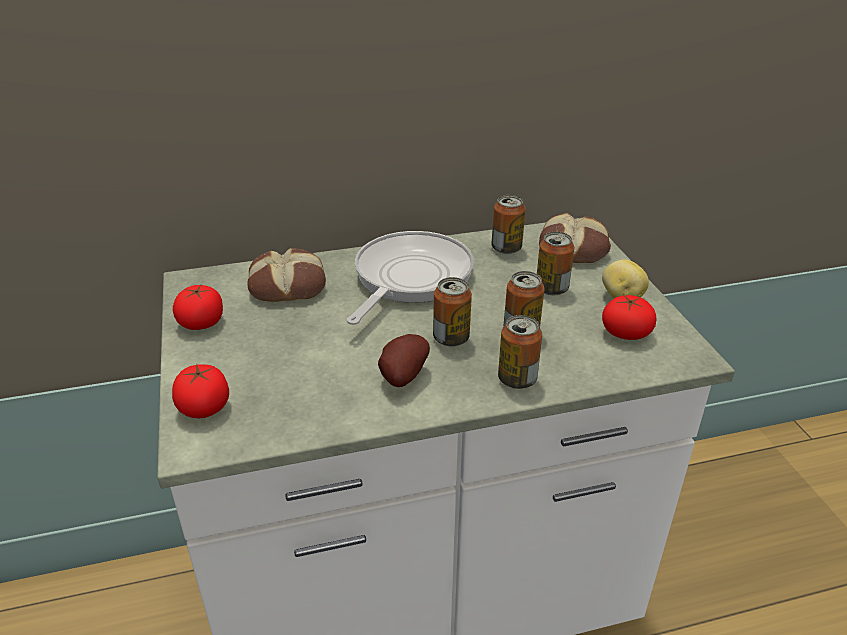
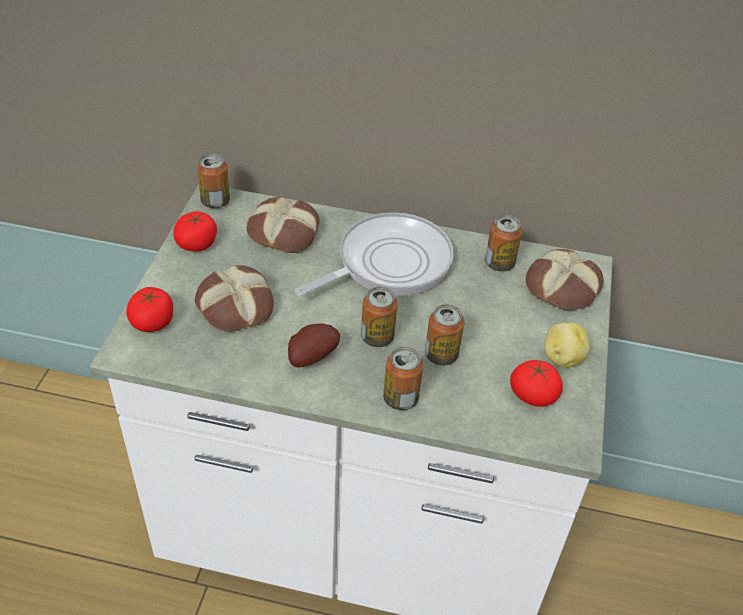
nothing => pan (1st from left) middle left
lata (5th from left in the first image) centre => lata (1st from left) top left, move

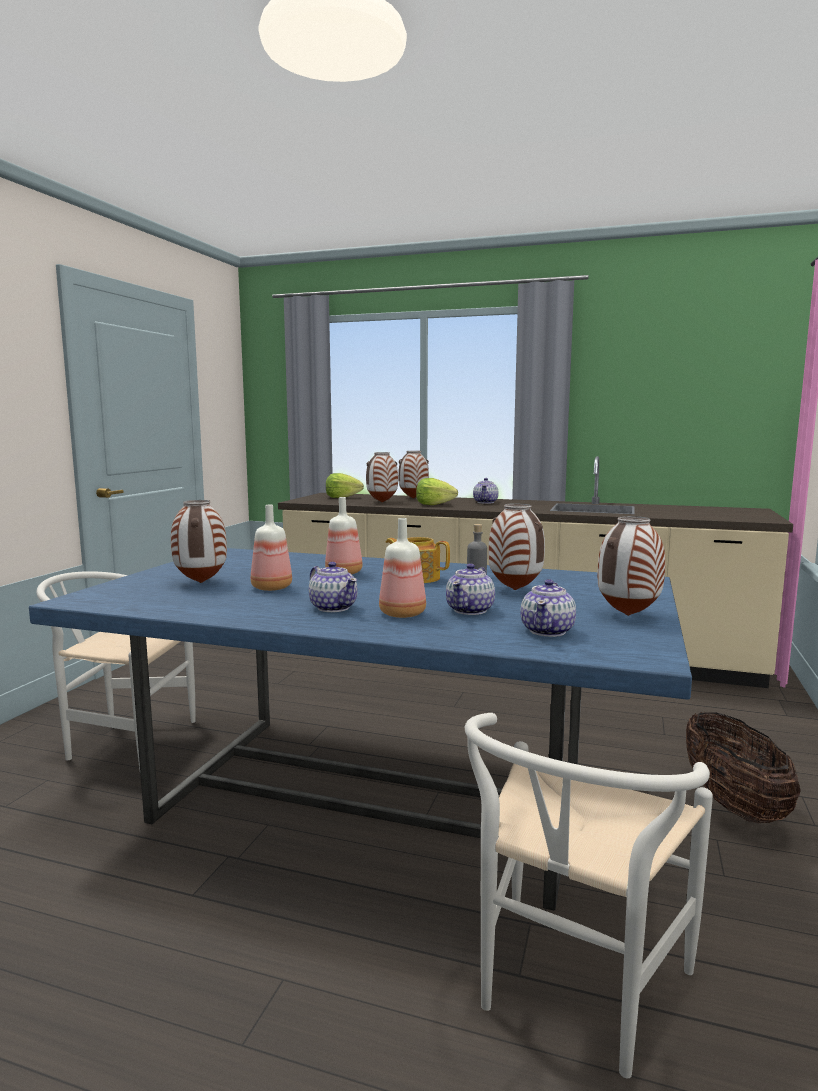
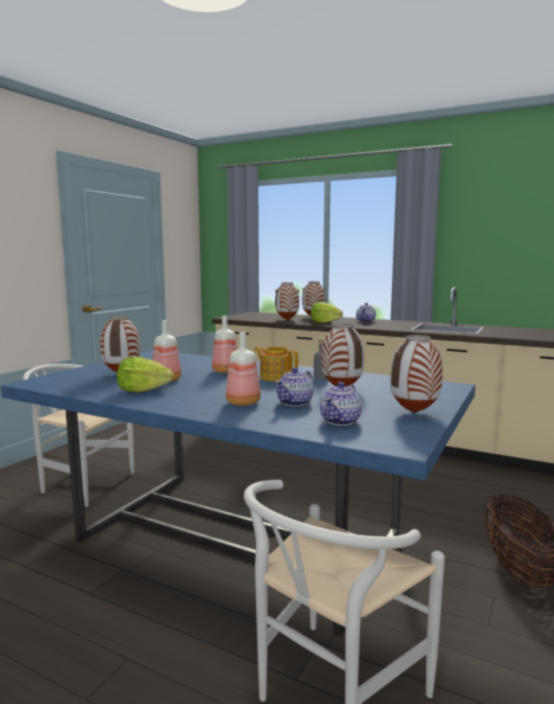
lechuga (1st from left) centre => lechuga (1st from left) middle left, move
tetera (1st from left) centre => nothing

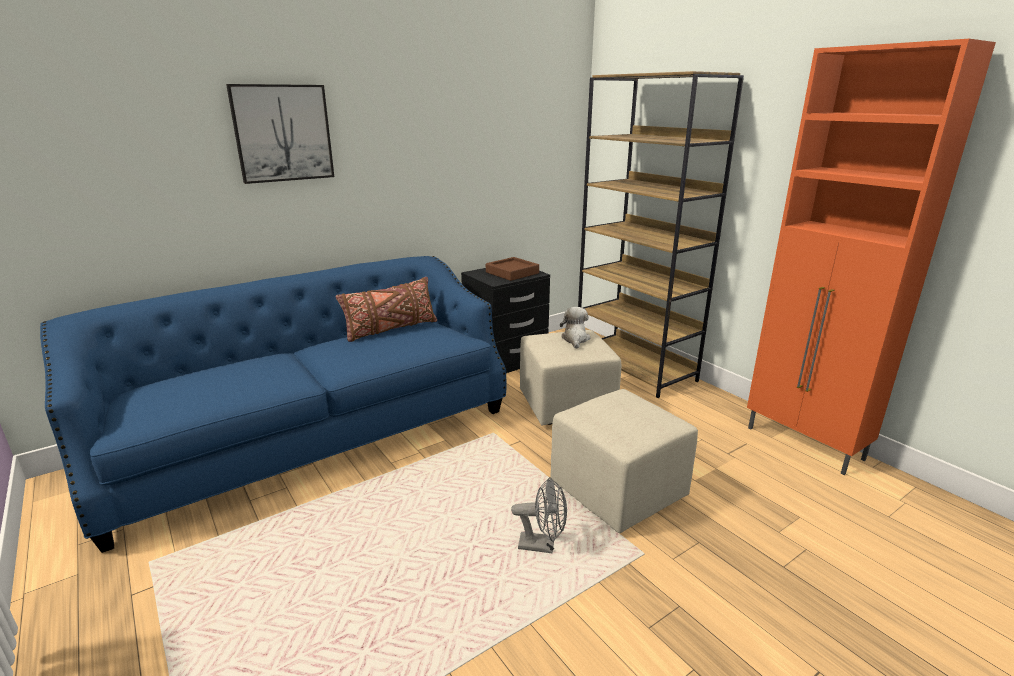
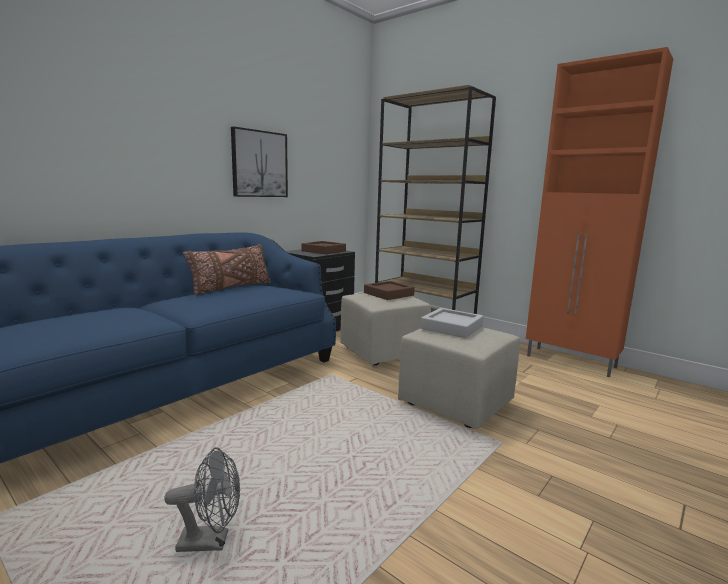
ventilador [gris] bottom centre => ventilador [gris] bottom left, move
cuadro top left => cuadro top centre, move
peluche centre => bandeja [marrón] (2nd from left) centre
nothing => bandeja [gris] centre

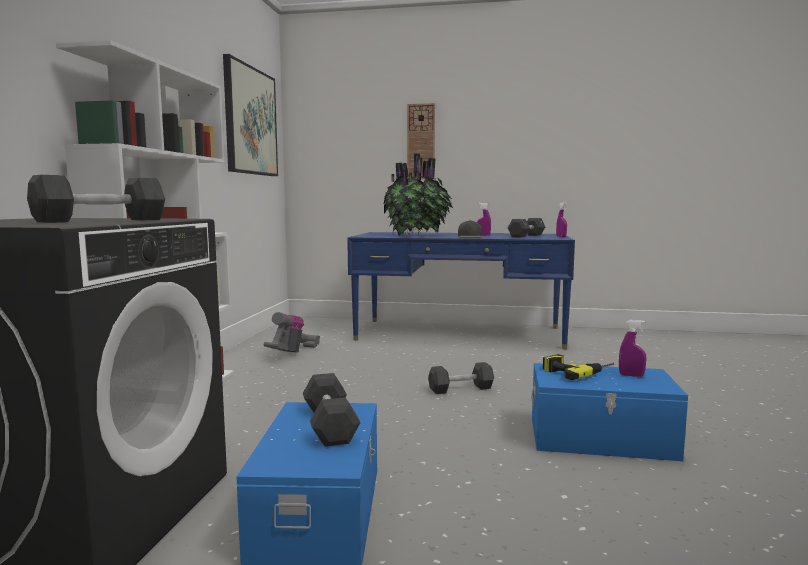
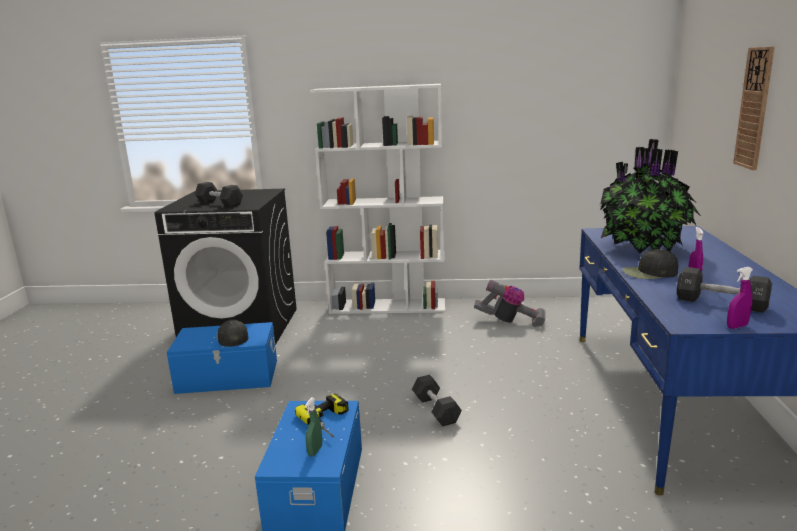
mancuerna [negro] (2nd from left) bottom centre => gorra [negro] (1st from left) middle left
pulverizador [morado] (3rd from left) middle right => pulverizador [verde] bottom centre
cuadro top left => nothing

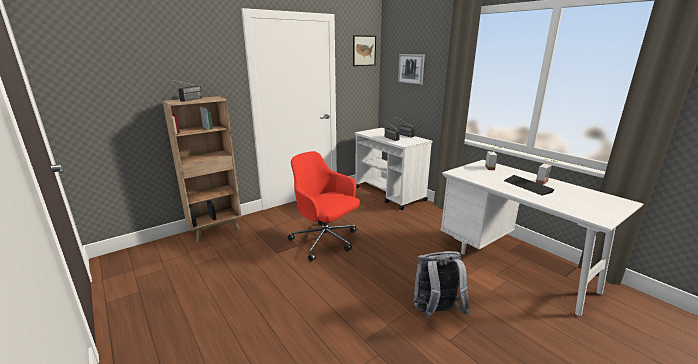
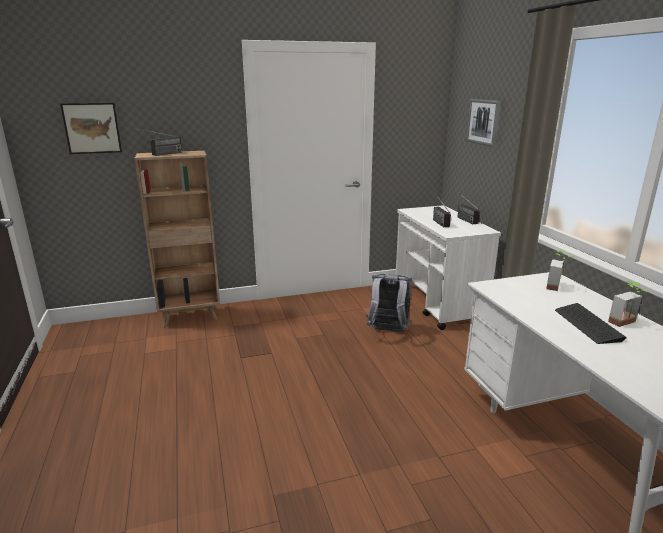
cuadro (1st from left) top centre => cuadro (1st from left) top left, move
mochila [gris] bottom centre => mochila [gris] centre, move
silla de oficina [rojo] centre => nothing

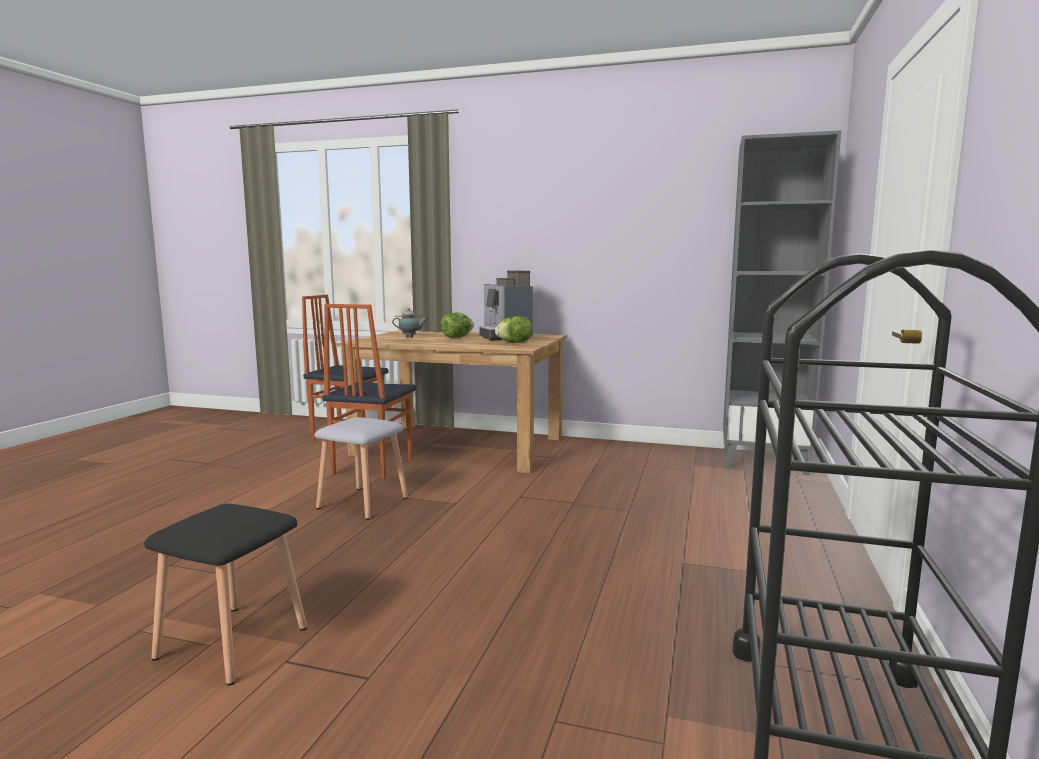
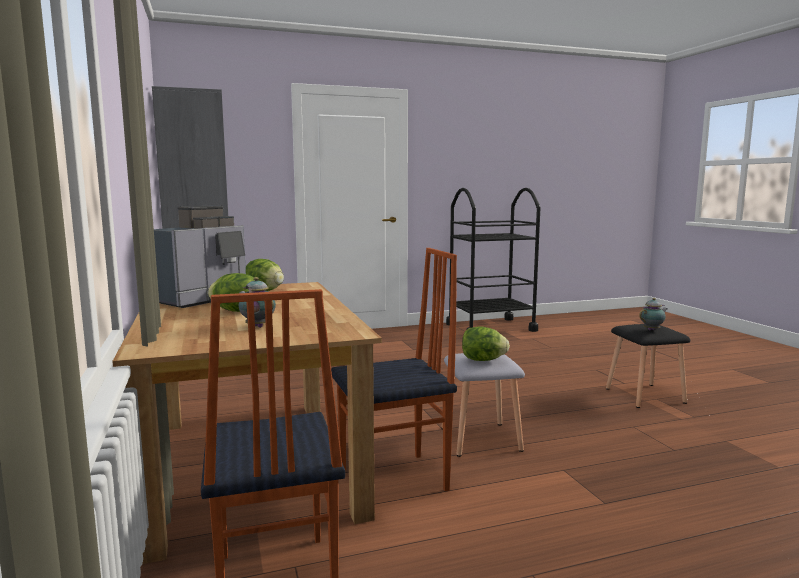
nothing => lechuga (3rd from left) centre
nothing => tetera (2nd from left) middle right

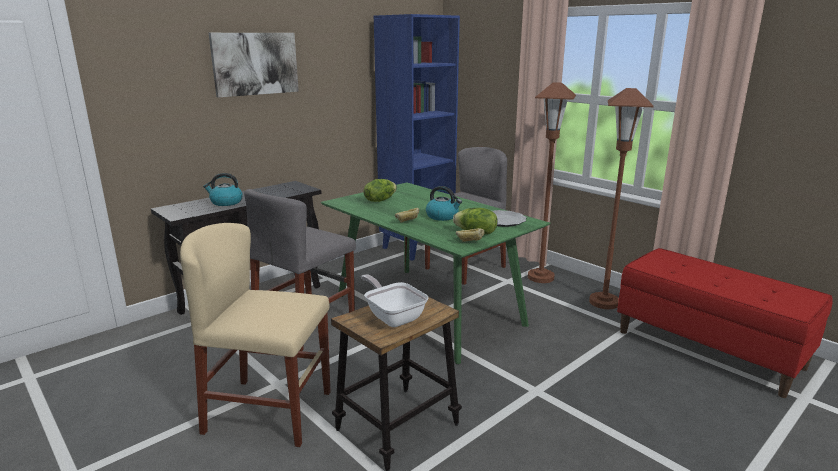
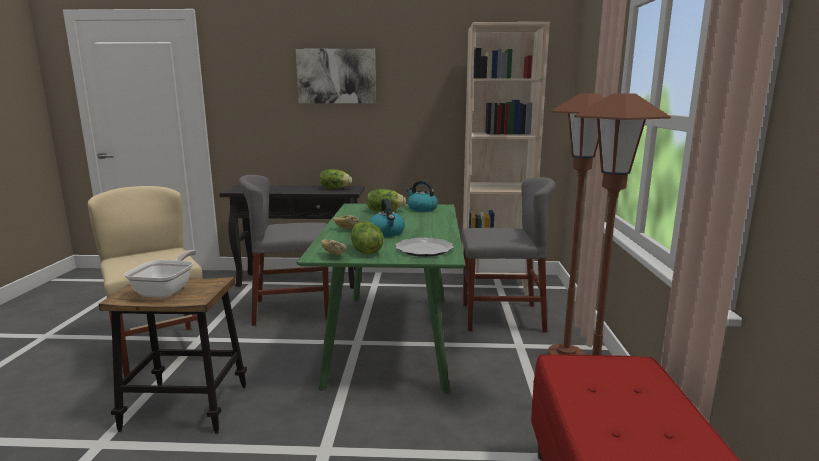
nothing => lechuga (1st from left) centre
hervidor (1st from left in the first image) middle left => hervidor (2nd from left) centre, move
estantería [azul] top centre => estantería [beis] centre

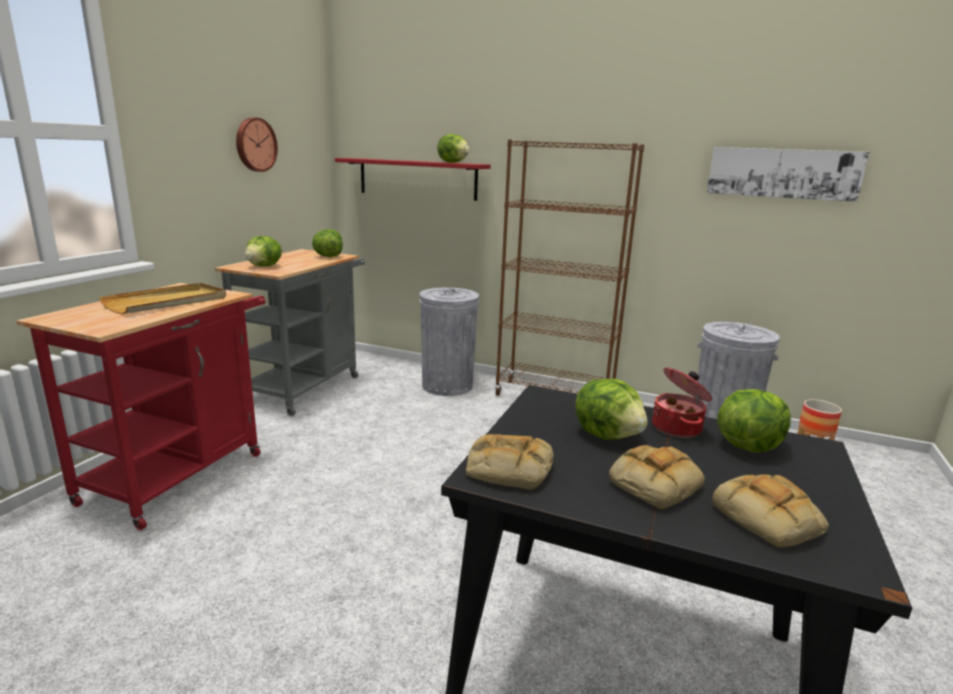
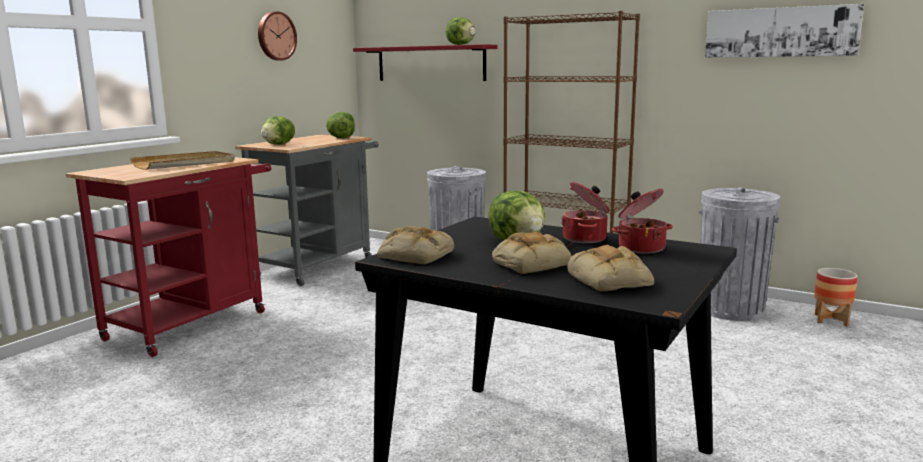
lechuga (5th from left) middle right => olla (2nd from left) middle right

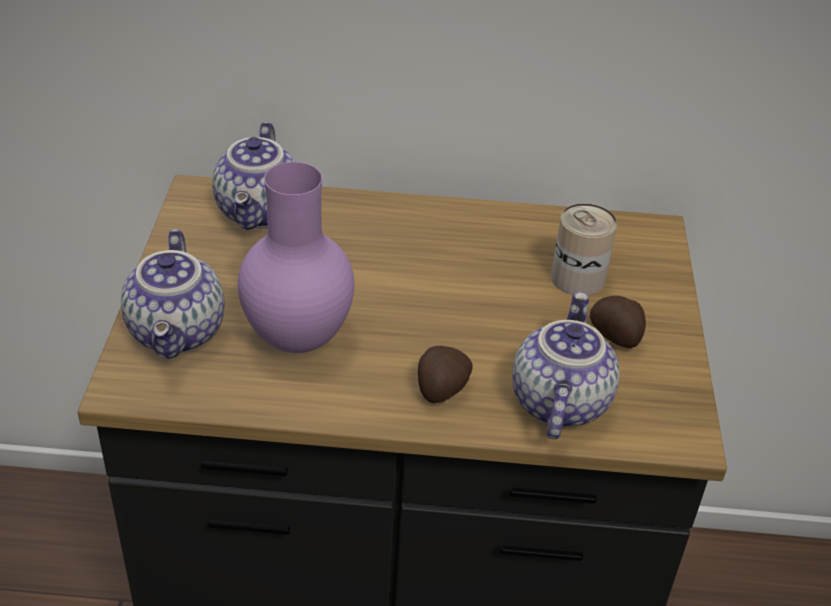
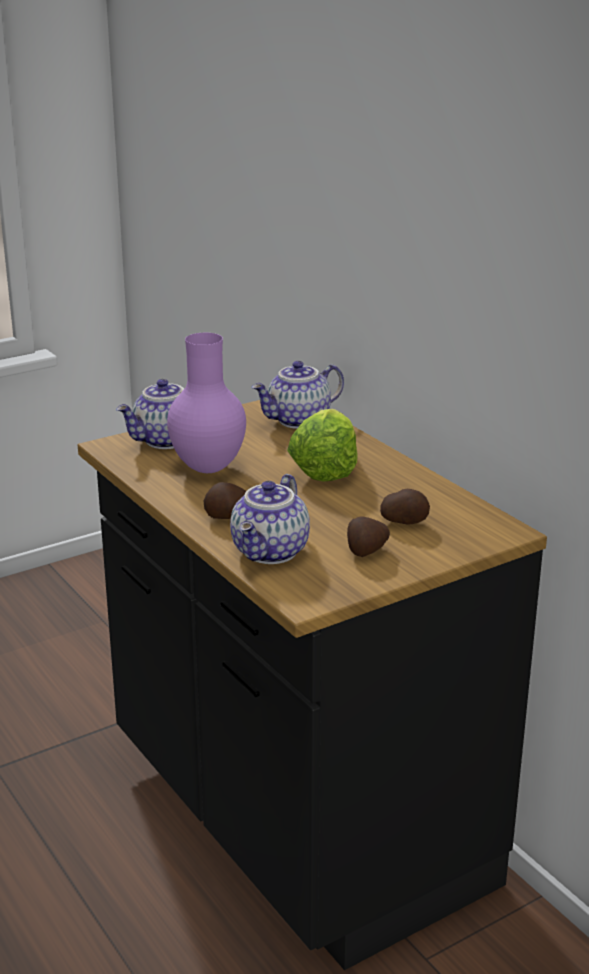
tetera (3rd from left in the first image) middle right => tetera (2nd from left) centre, 135 degrees clockwise
nothing => lechuga centre
lata middle right => patata (3rd from left) middle right

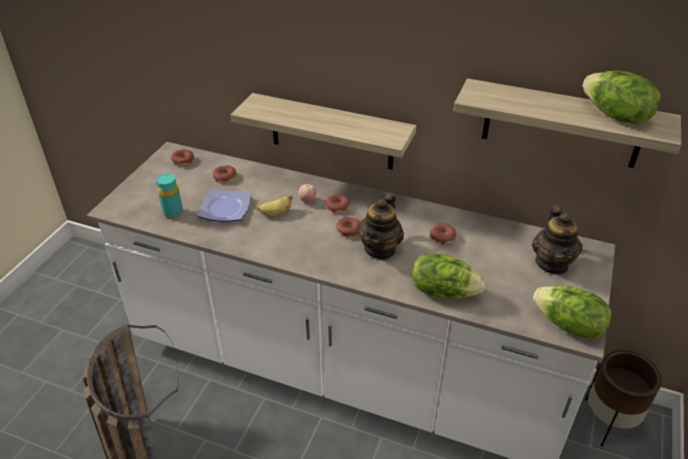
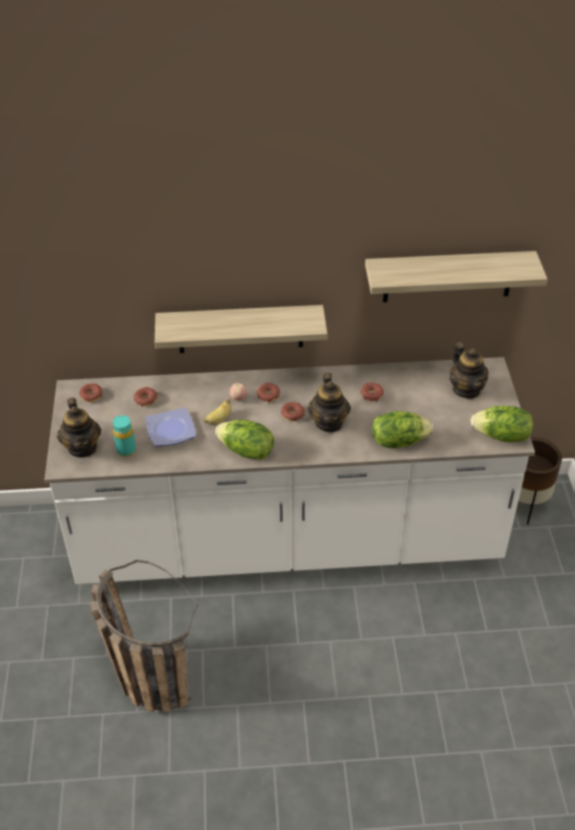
nothing => tetera (1st from left) middle left
lechuga (3rd from left in the first image) top right => lechuga (1st from left) centre, move

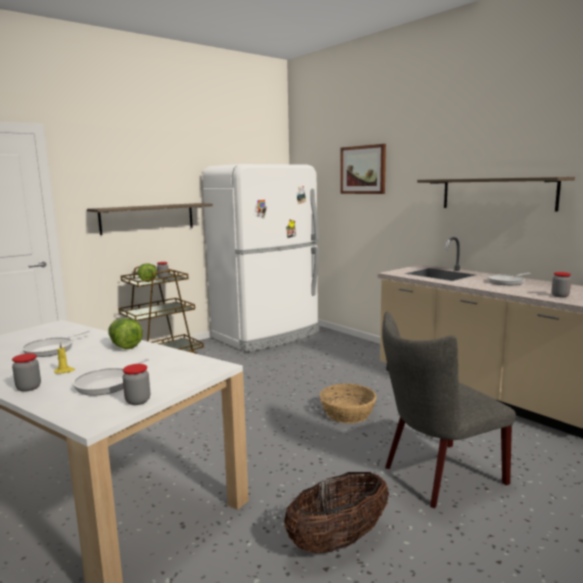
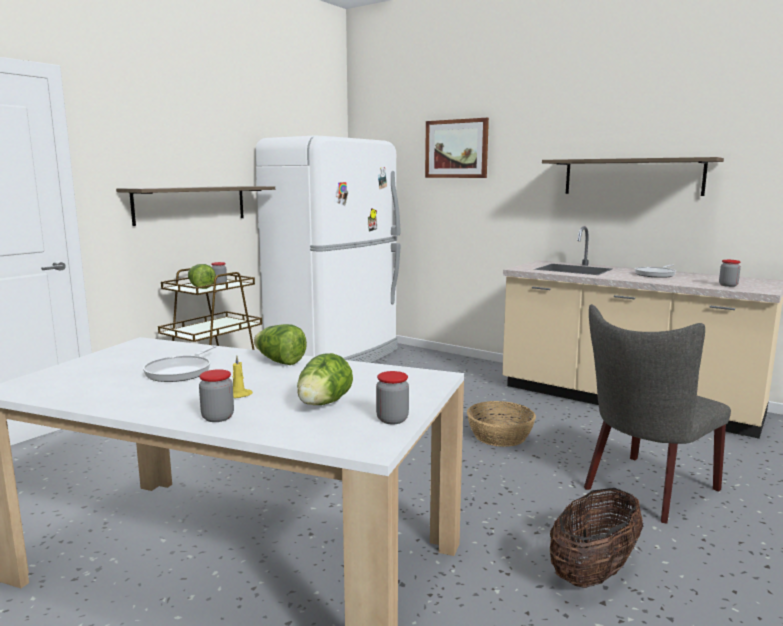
sartén (2nd from left) middle left => lechuga (3rd from left) centre

